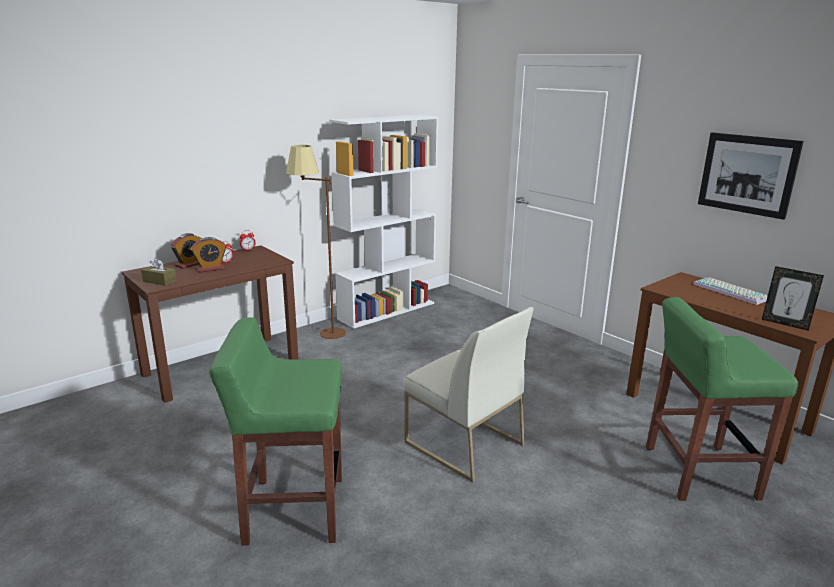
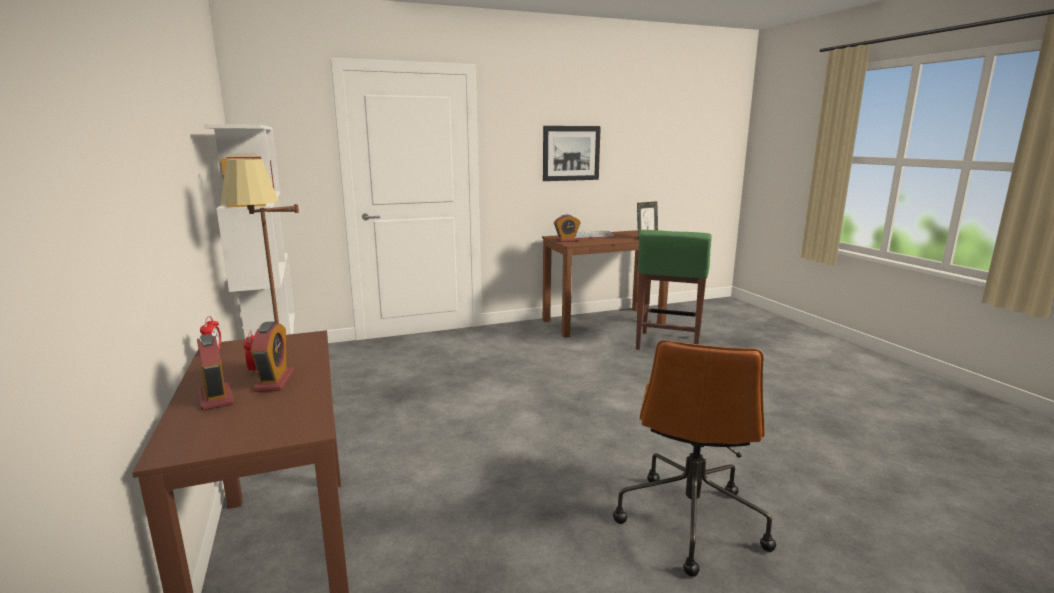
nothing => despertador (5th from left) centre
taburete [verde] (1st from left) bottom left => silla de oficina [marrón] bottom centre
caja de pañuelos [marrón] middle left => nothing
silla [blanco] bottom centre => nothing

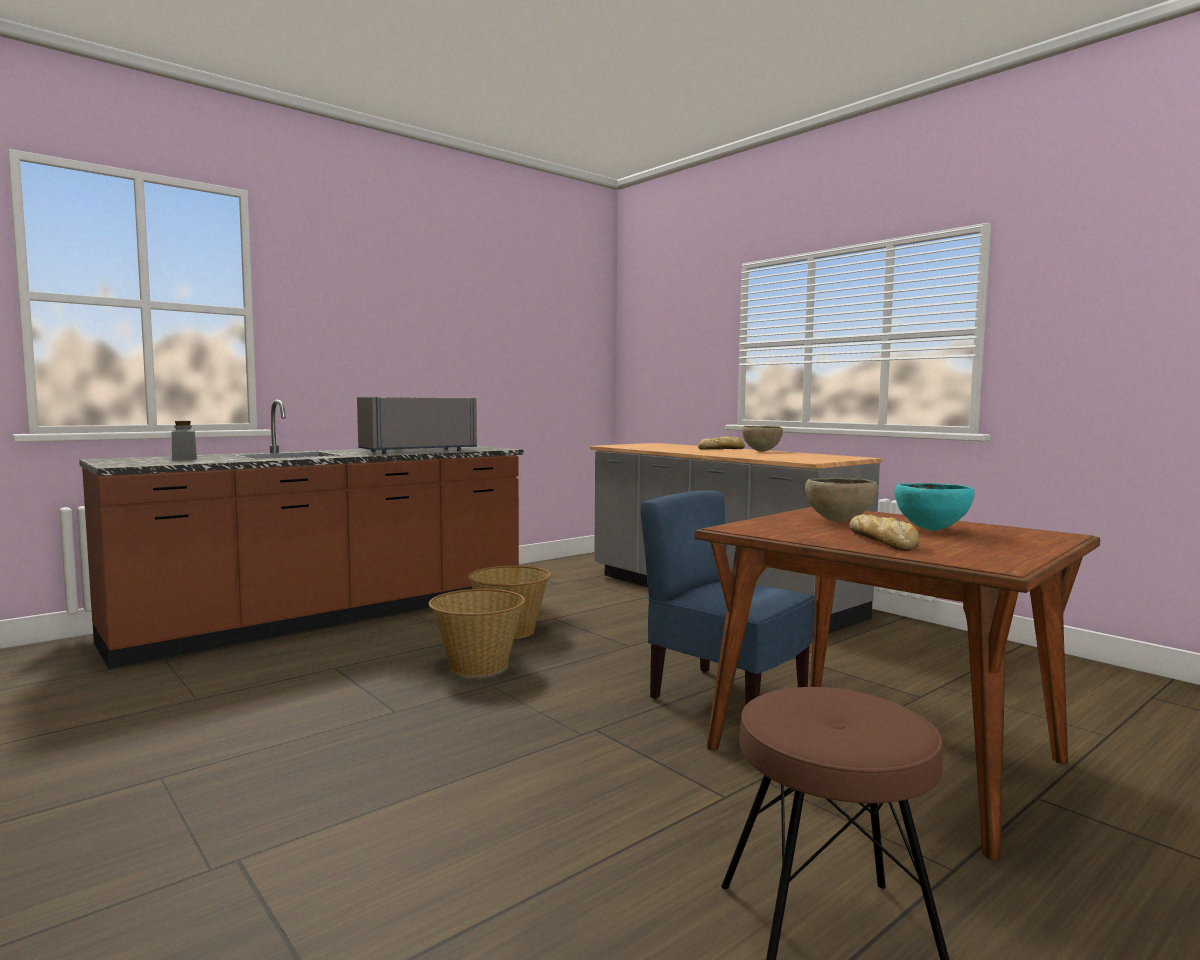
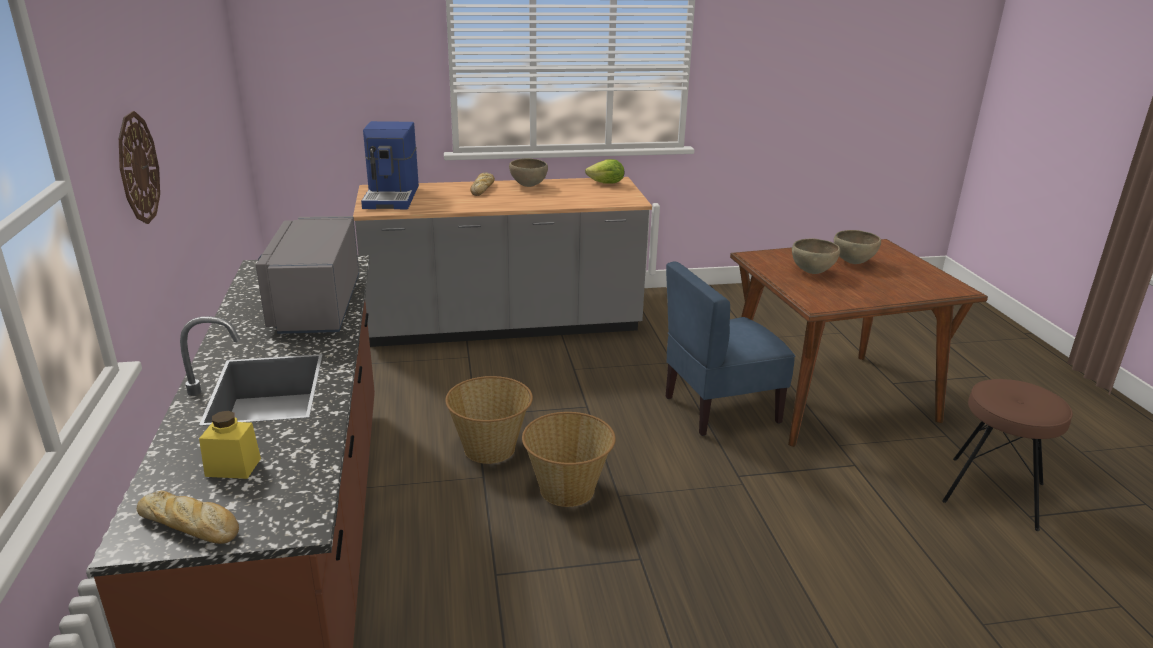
nothing => reloj de pared top left
pan (2nd from left in the first image) middle right => pan (1st from left) bottom left, move
tarro [gris] middle left => tarro [amarillo] bottom left
nothing => cafetera top centre
nothing => lechuga top centre
cuenco [turquesa] middle right => cuenco [marrón] (3rd from left) middle right

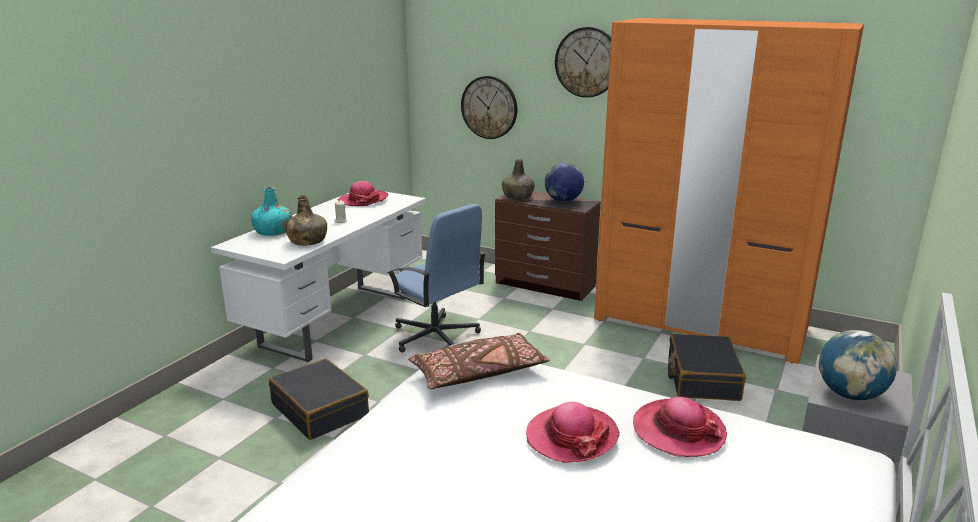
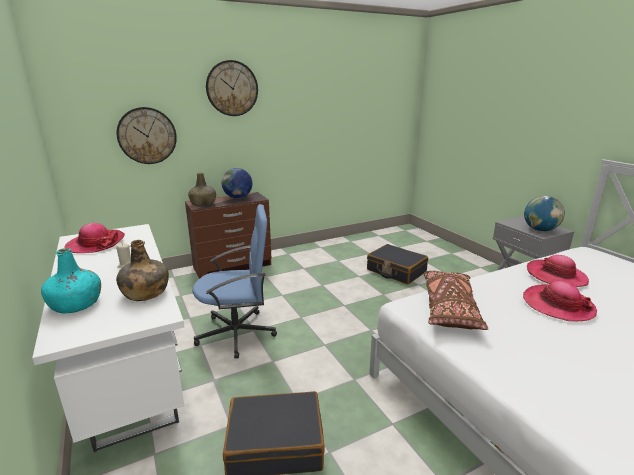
armario ropero [naranja] middle right => nothing

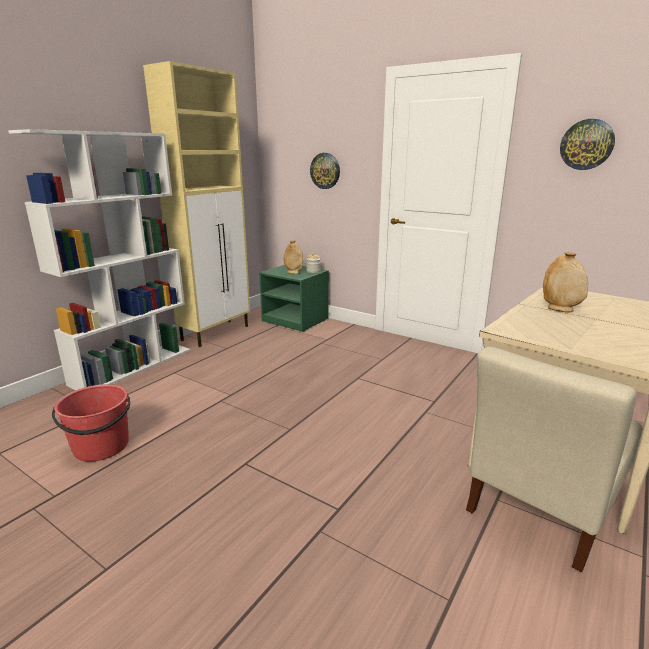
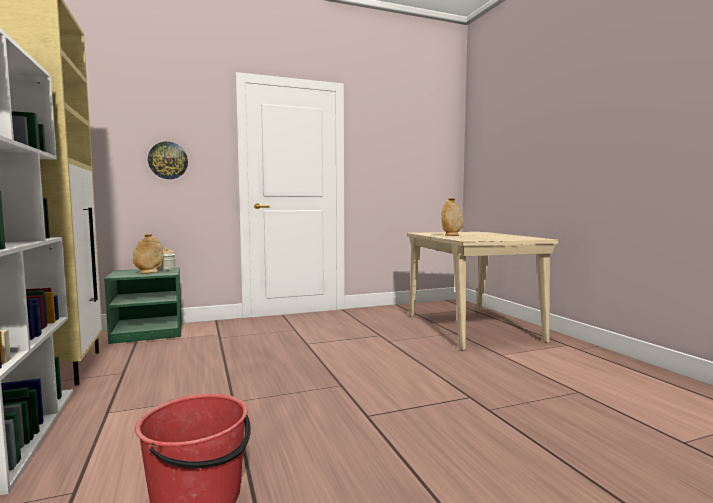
silla [beis] bottom right => nothing
reloj de pared (2nd from left) top right => nothing

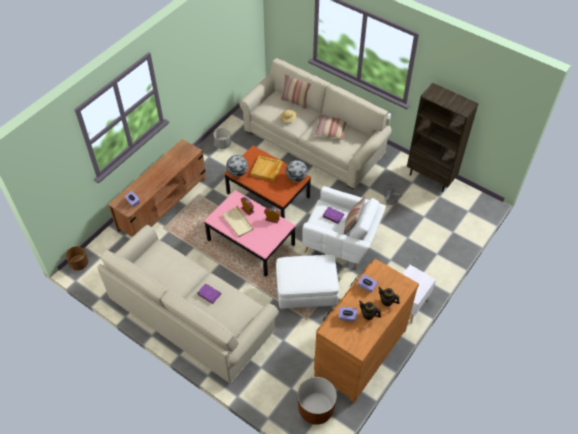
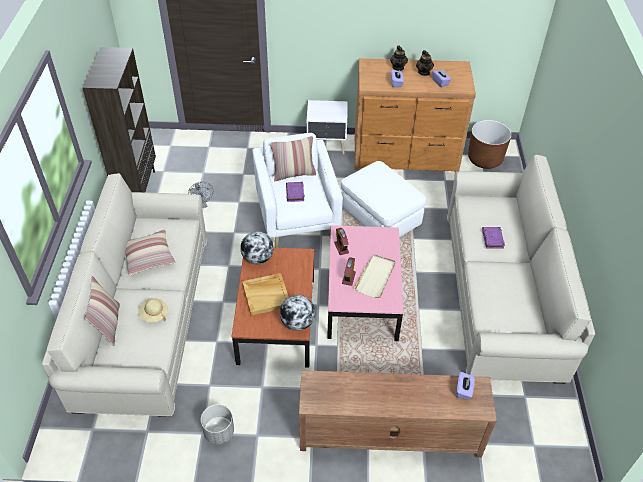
maceta [marrón] (1st from left) middle left => nothing

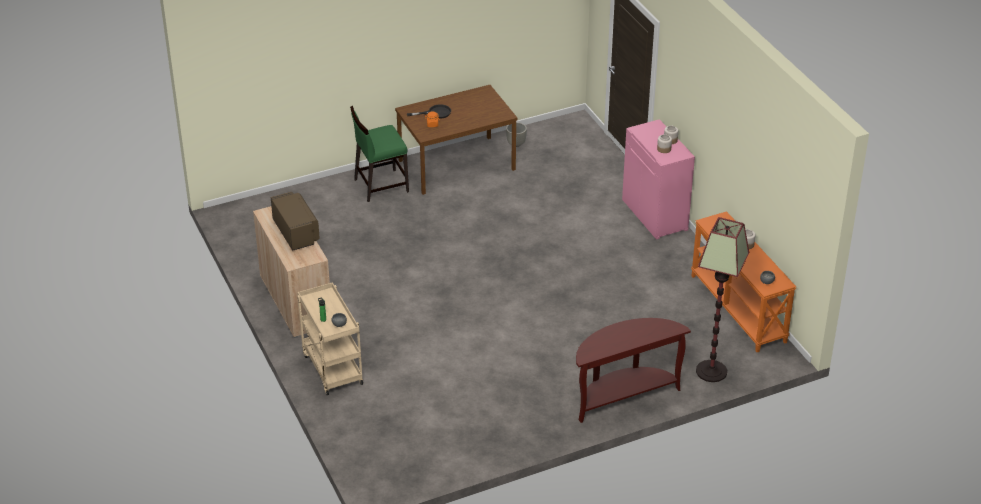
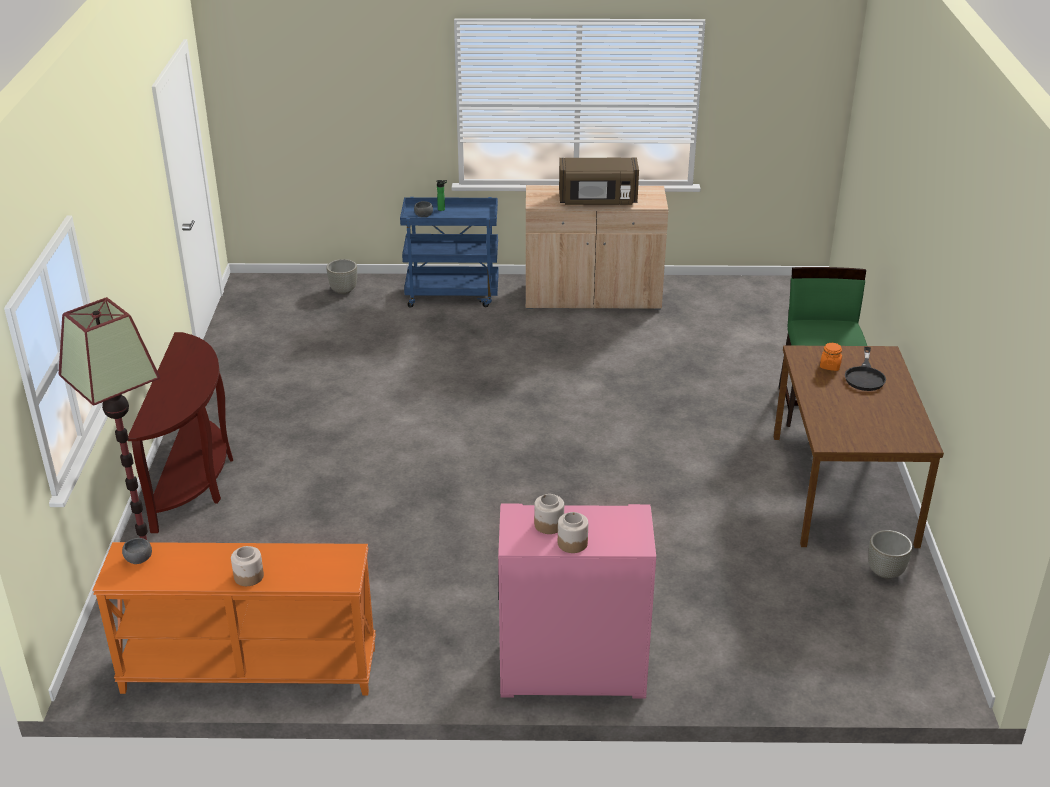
nothing => maceta [gris] (1st from left) middle left
carrito [beis] bottom centre => carrito [azul] top centre

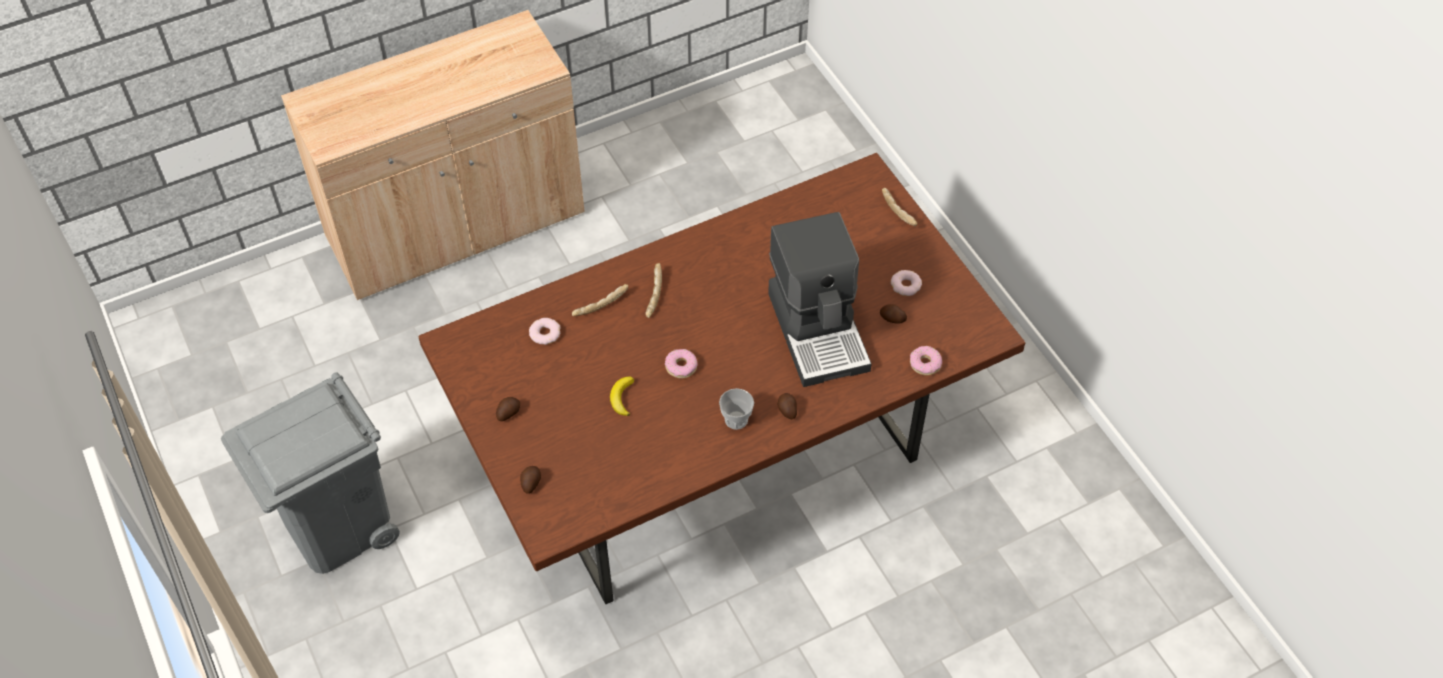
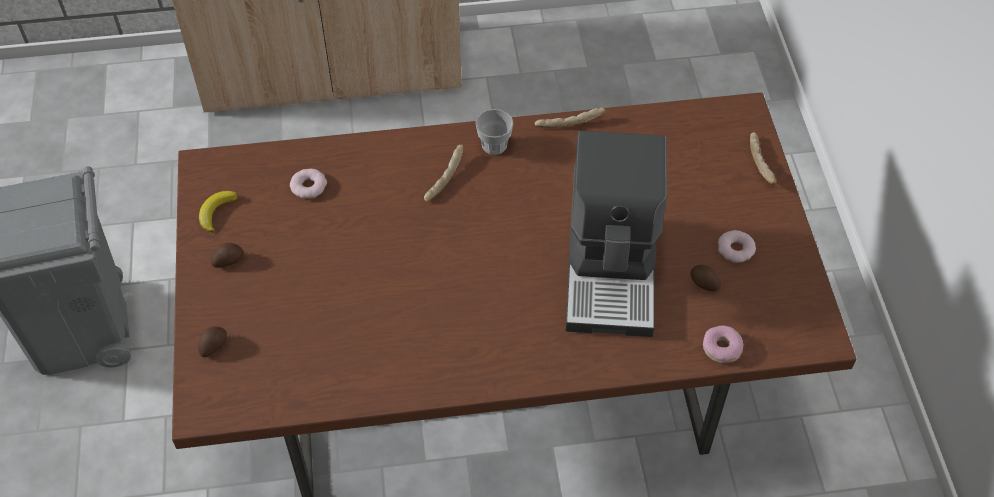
plátano centre => plátano middle left, move
taza centre => taza top centre, move
pan (1st from left in the first image) centre => pan (2nd from left) top centre, move
rosquilla (2nd from left) centre => nothing
patata (3rd from left) centre => nothing

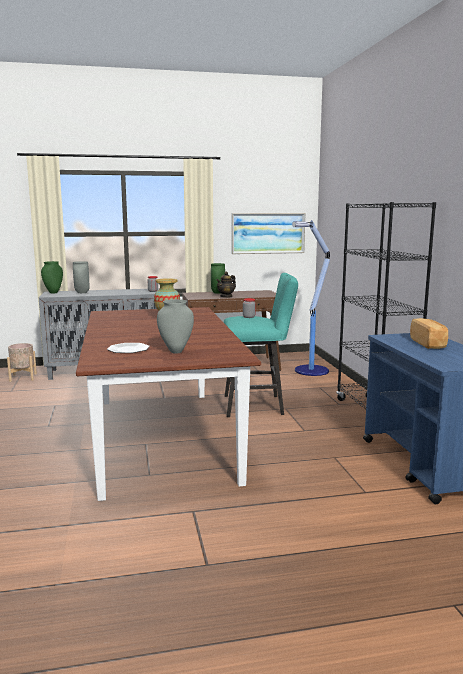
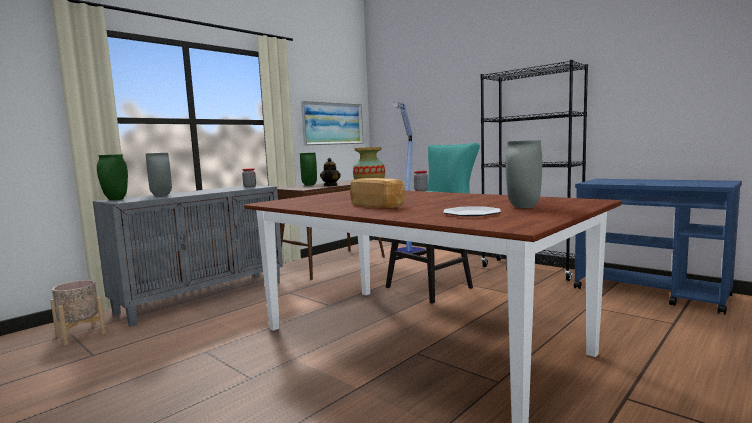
pan middle right => pan centre, move

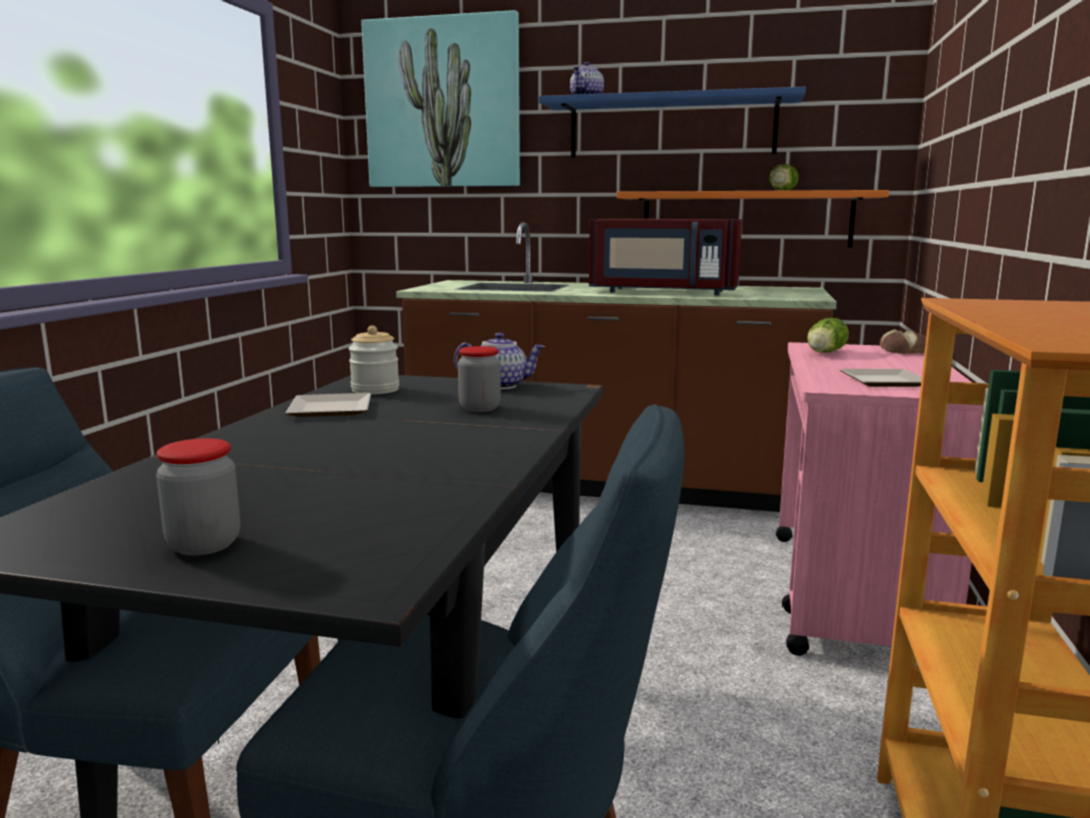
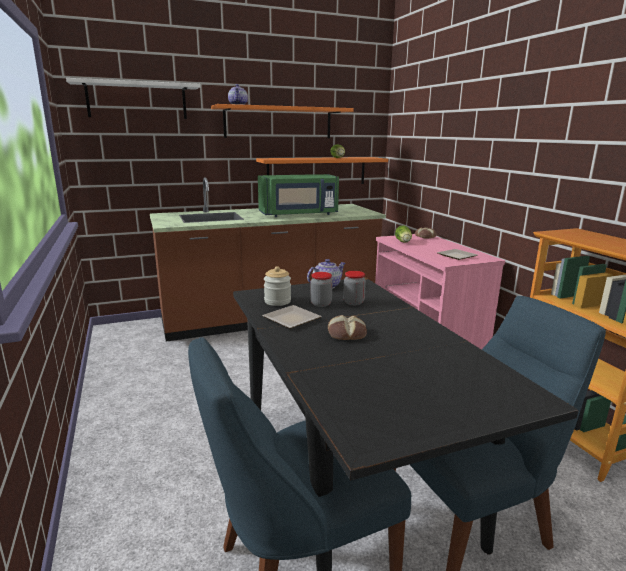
cuadro top centre => estante [blanco] top left
estante [azul] top centre => estante [naranja] (1st from left) top centre
microondas [rojo] top centre => microondas [verde] centre
tarro (1st from left in the first image) middle left => tarro (2nd from left) centre, move
nothing => pan (1st from left) centre

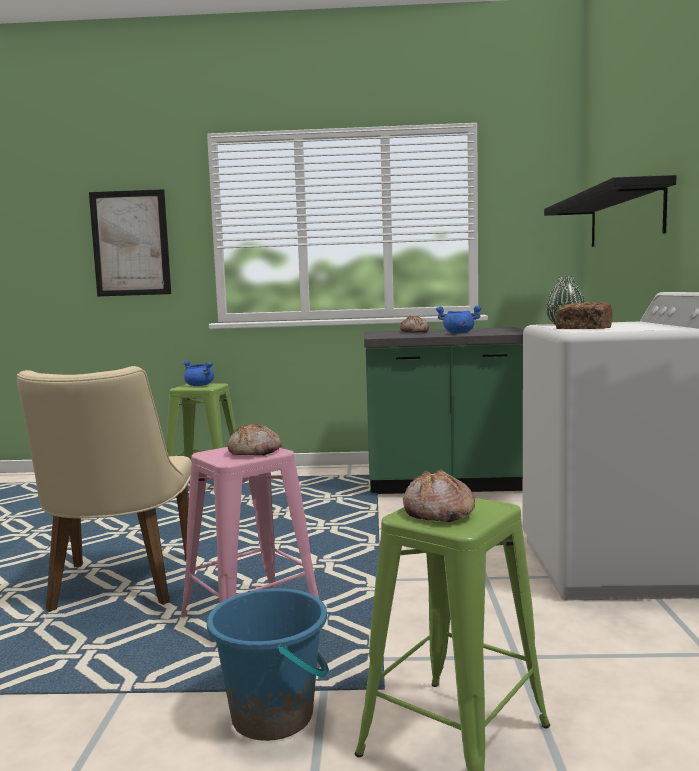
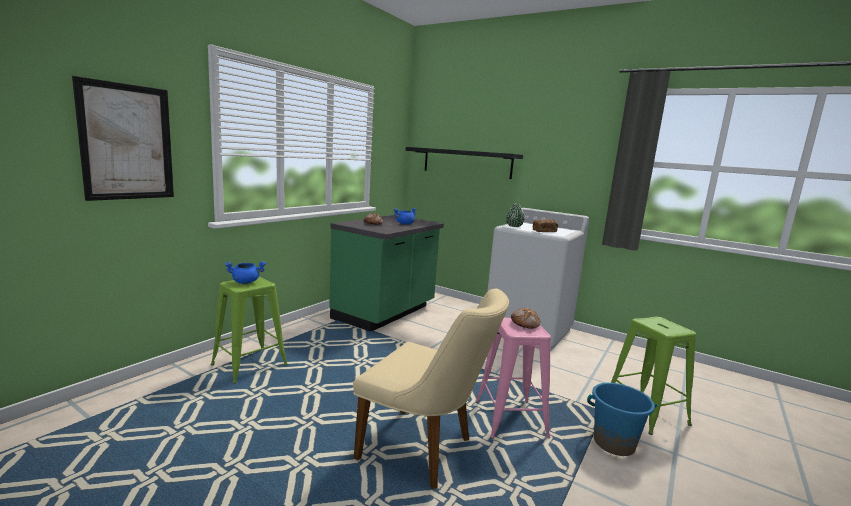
pan (3rd from left) centre => nothing

